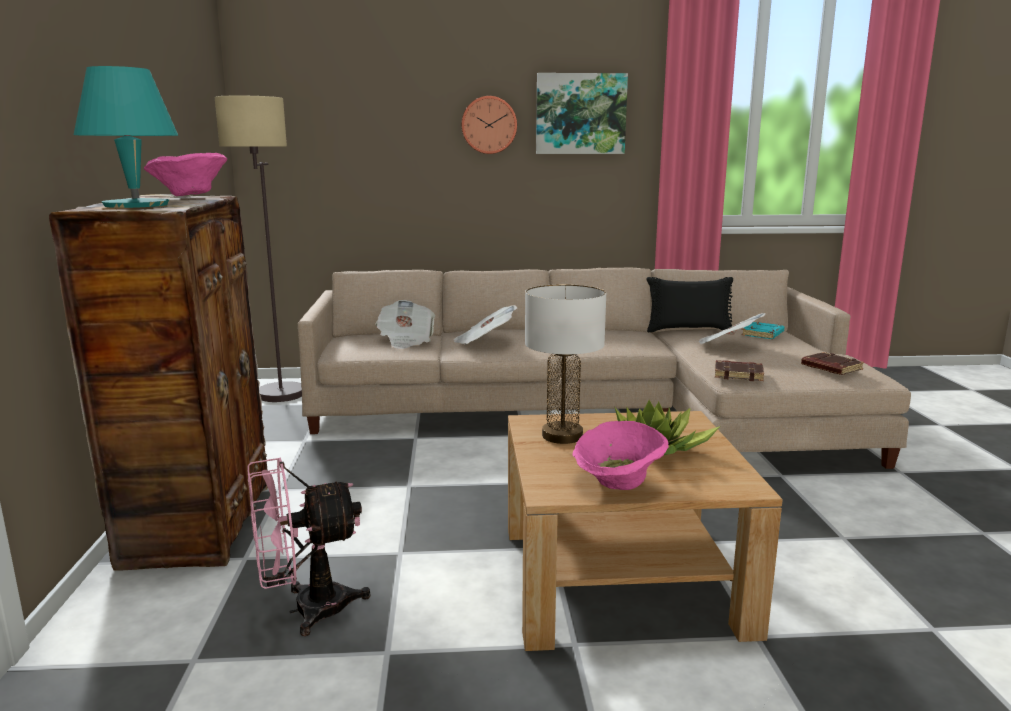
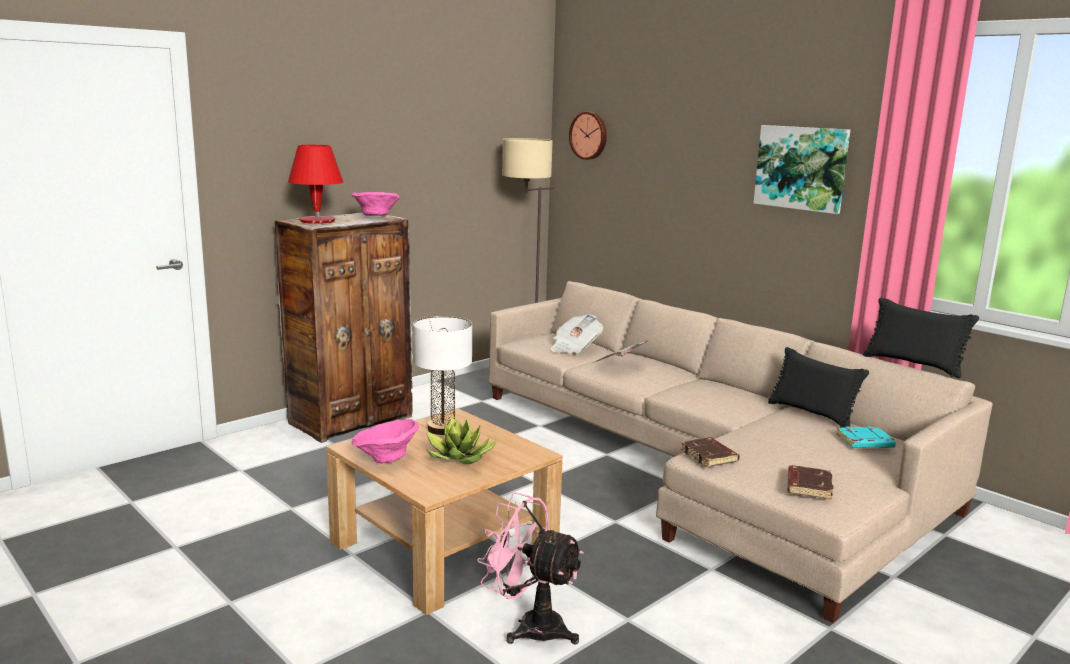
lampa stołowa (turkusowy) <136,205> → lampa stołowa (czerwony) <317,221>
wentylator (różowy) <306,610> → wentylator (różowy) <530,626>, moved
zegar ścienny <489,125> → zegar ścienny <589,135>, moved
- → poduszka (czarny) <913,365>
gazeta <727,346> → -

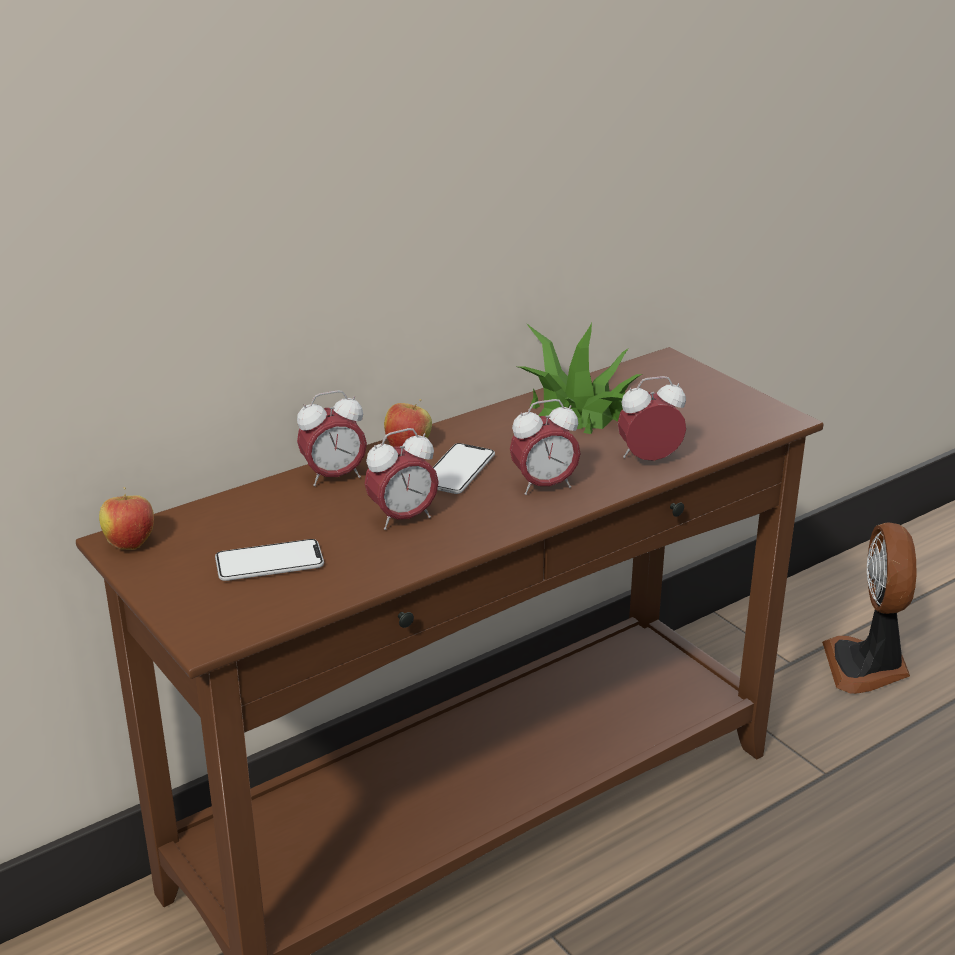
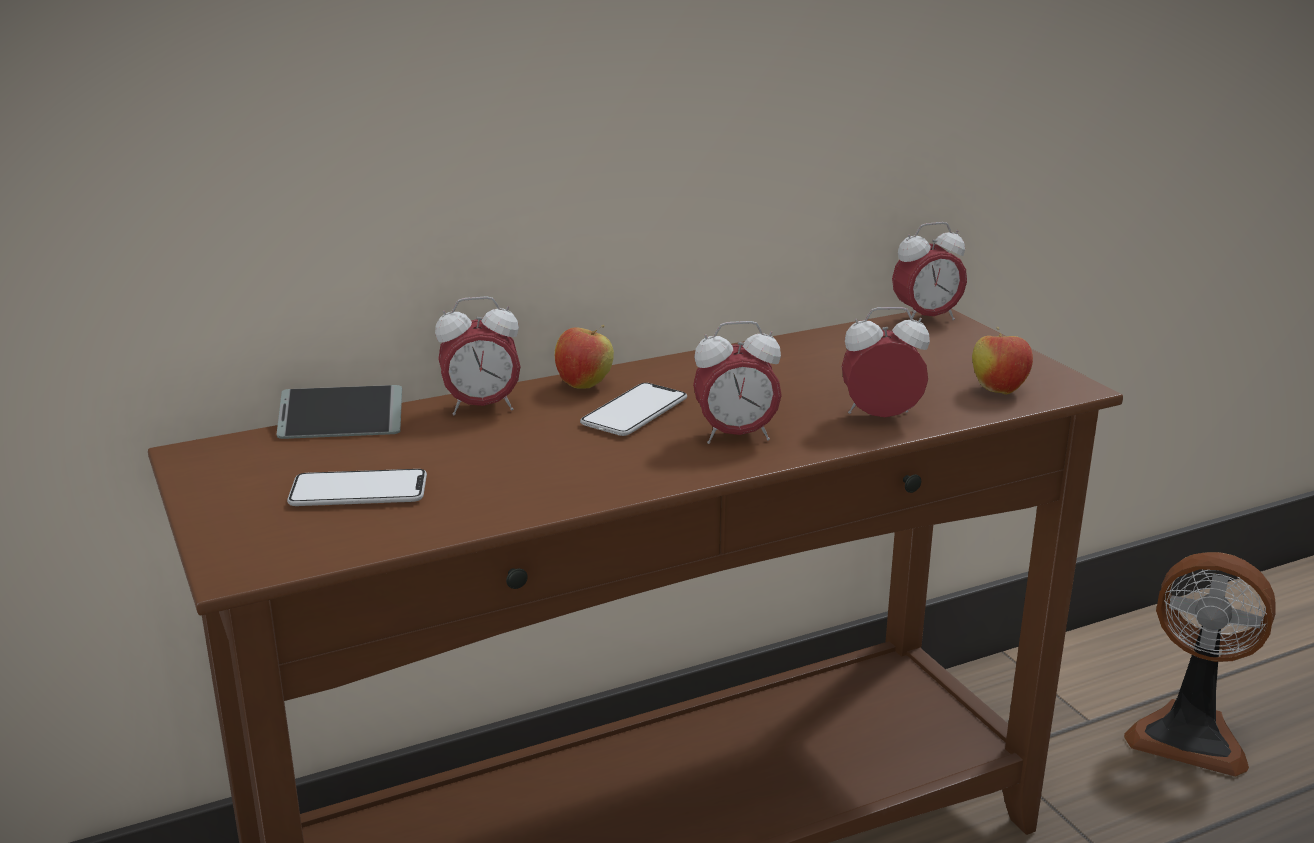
- → telefon <341,424>
budzik <402,518> → budzik <926,319>, moved
jabłko <130,544> → jabłko <998,390>, moved
wentylator <867,666> → wentylator <1189,736>, 75 degrees counterclockwise
roślina doniczkowa <579,409> → -

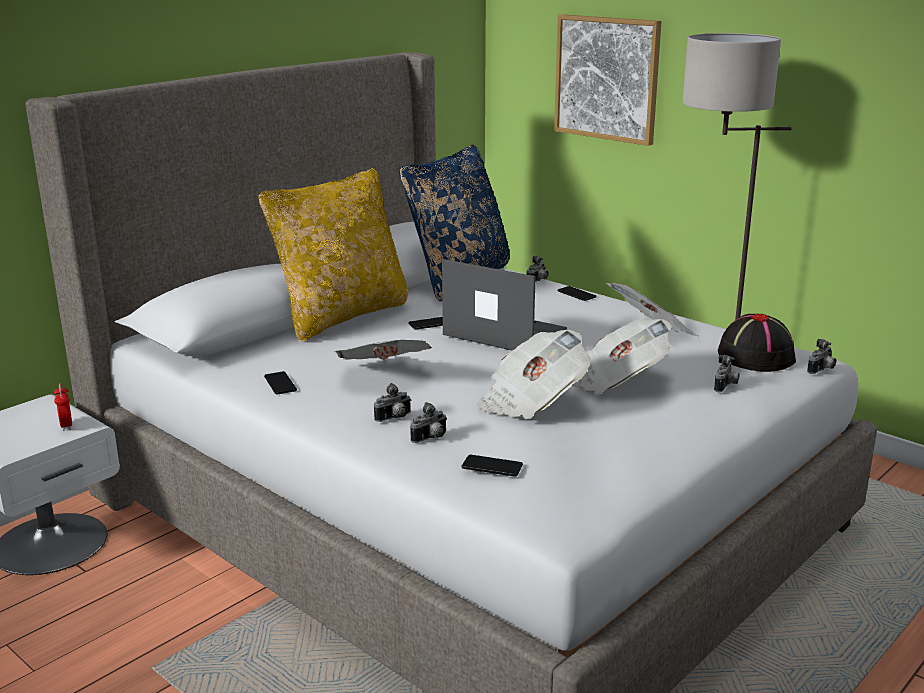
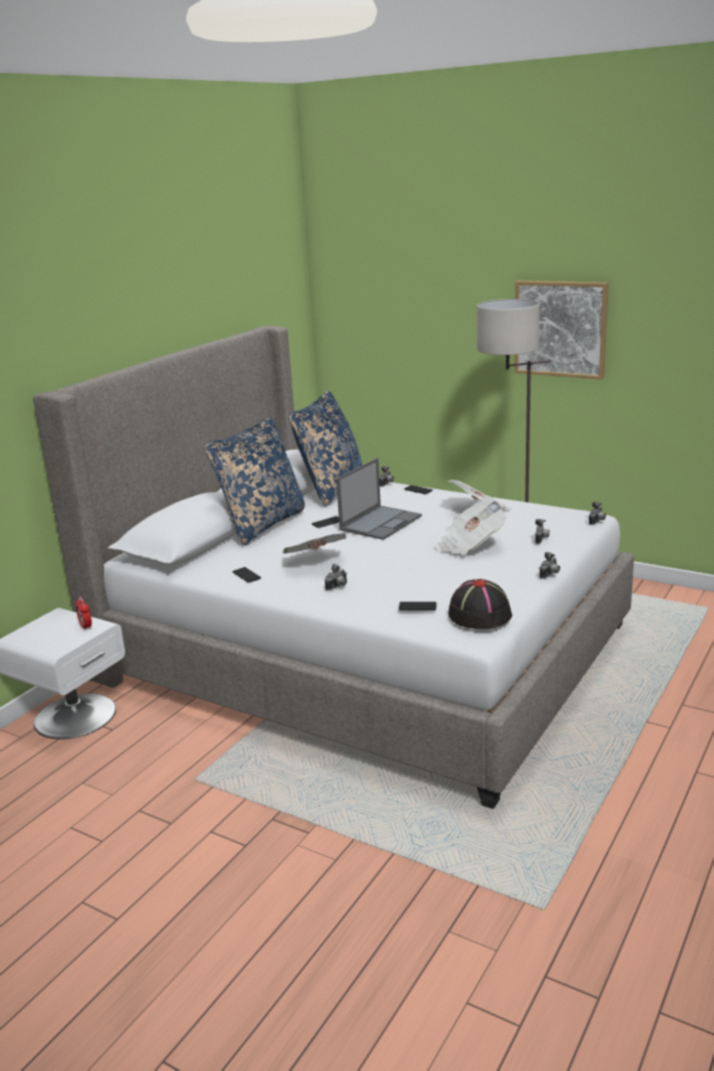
poduszka (żółty) <344,318> → poduszka (niebieski) <264,526>
laptop <503,332> → laptop <381,522>, 105 degrees clockwise
kapelusz (czarny) <755,356> → kapelusz (czarny) <479,614>, moved
obraz <607,78> → obraz <560,329>, moved
aparat fotograficzny <431,438> → aparat fotograficzny <550,575>, moved
gazeta <531,401> → -

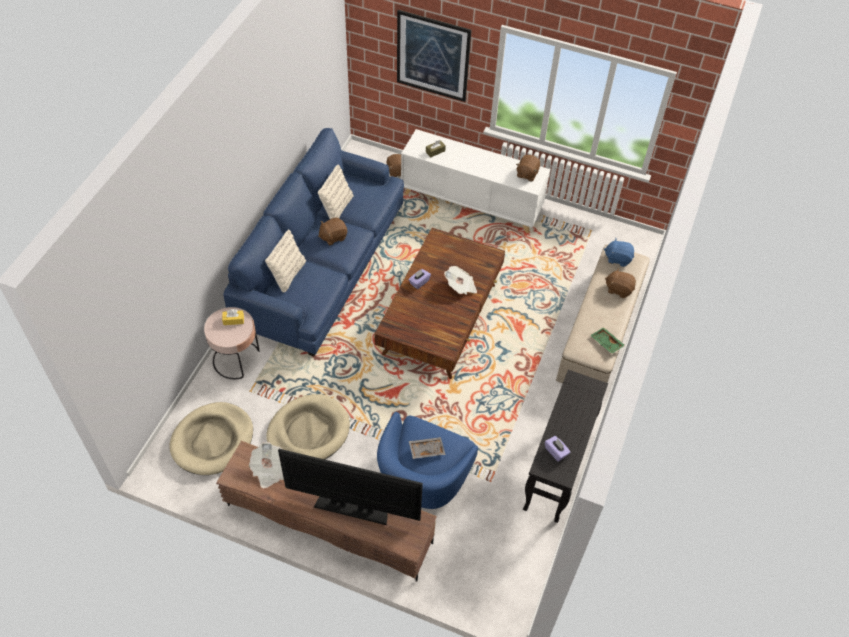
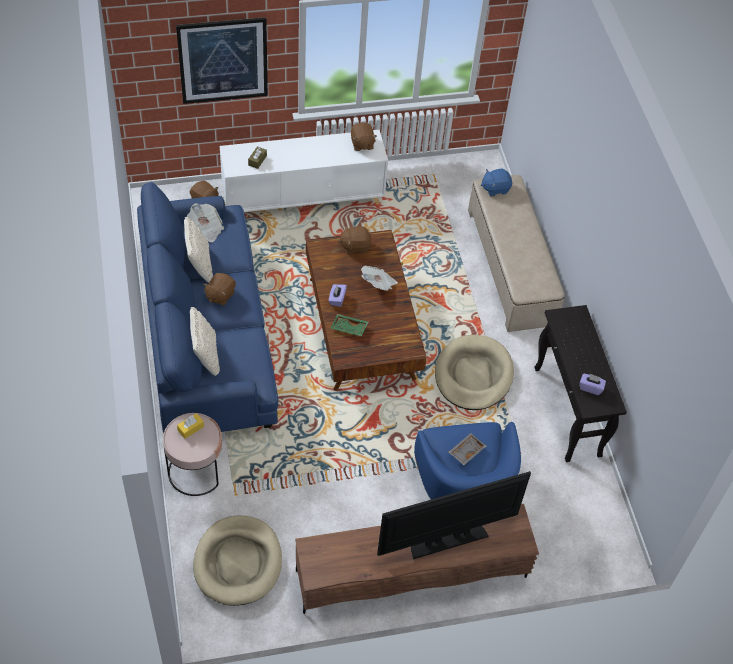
gazeta <269,470> → gazeta <206,229>, moved
taca (zielony) <606,343> → taca (zielony) <349,328>, moved
pluszak (brązowy) <619,289> → pluszak (brązowy) <355,246>, moved
legowisko (beżowy) <308,432> → legowisko (beżowy) <473,375>, moved

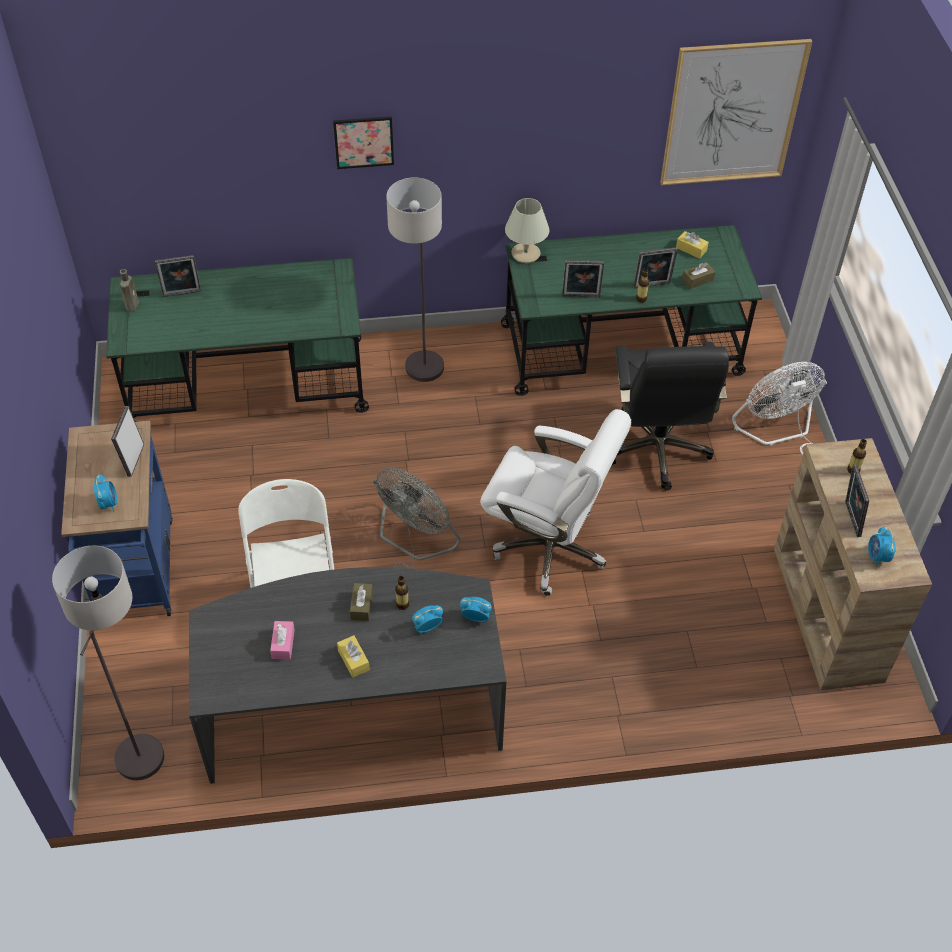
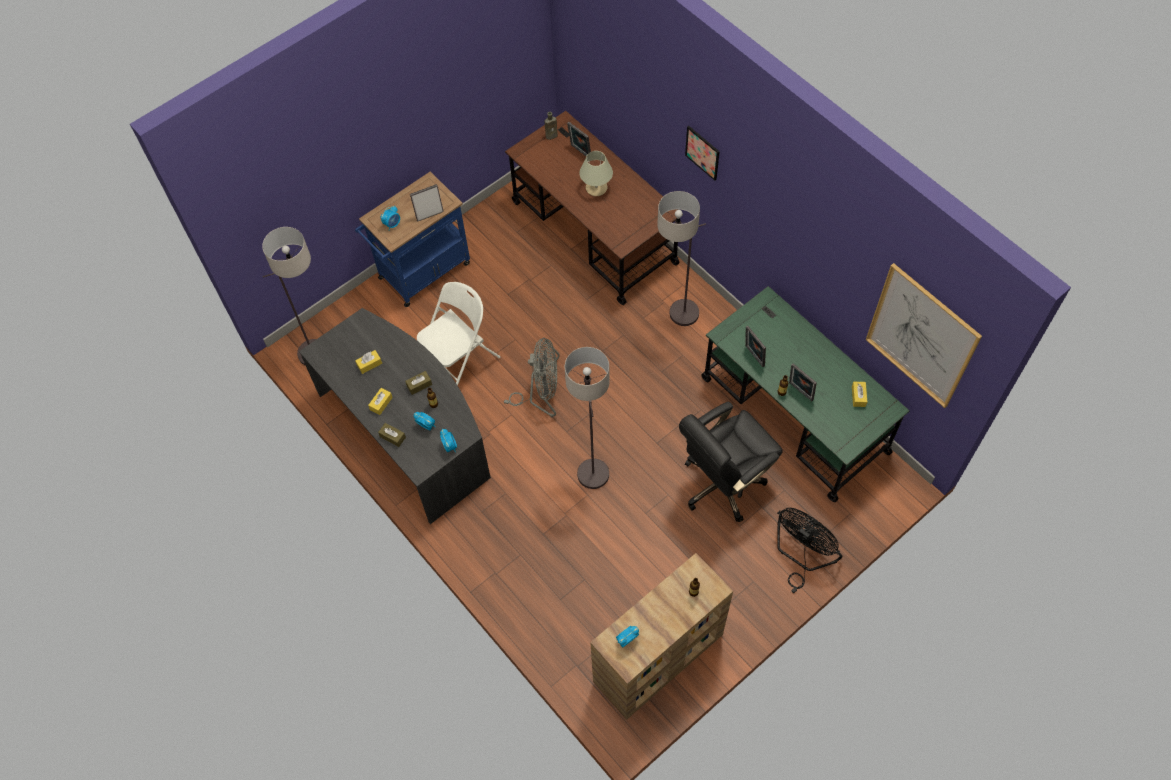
pudełko chusteczek (różowy) <283,644> → pudełko chusteczek (żółty) <369,364>
pudełko chusteczek (brązowy) <697,280> → pudełko chusteczek (brązowy) <392,437>, moved
biurko (zielony) <247,385> → biurko (brązowy) <594,232>
krzesło biurowe (biały) <547,547> → lampa stojąca (szary) <591,465>
lampa stołowa (beżowy) <526,254> → lampa stołowa (beżowy) <596,188>, moved
wentylator (biały) <783,431> → wentylator (czarny) <801,554>
ramka na zdjęcie <850,519> → -

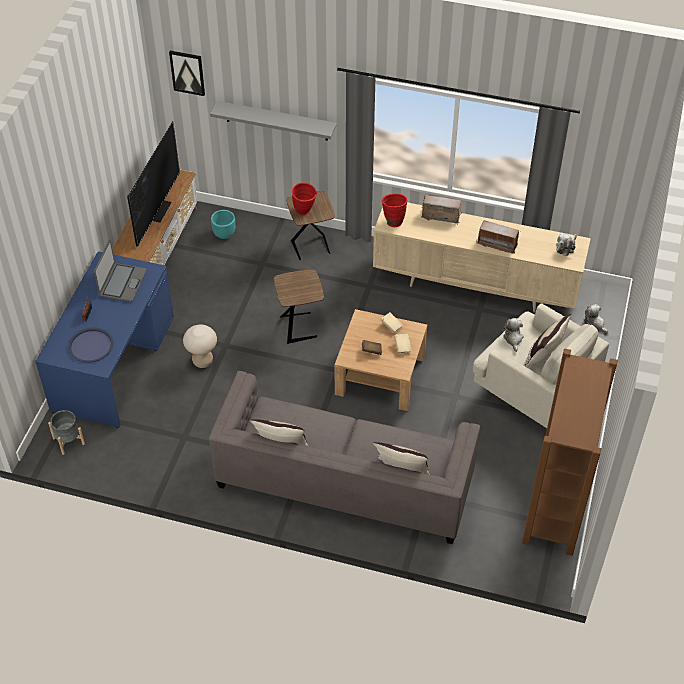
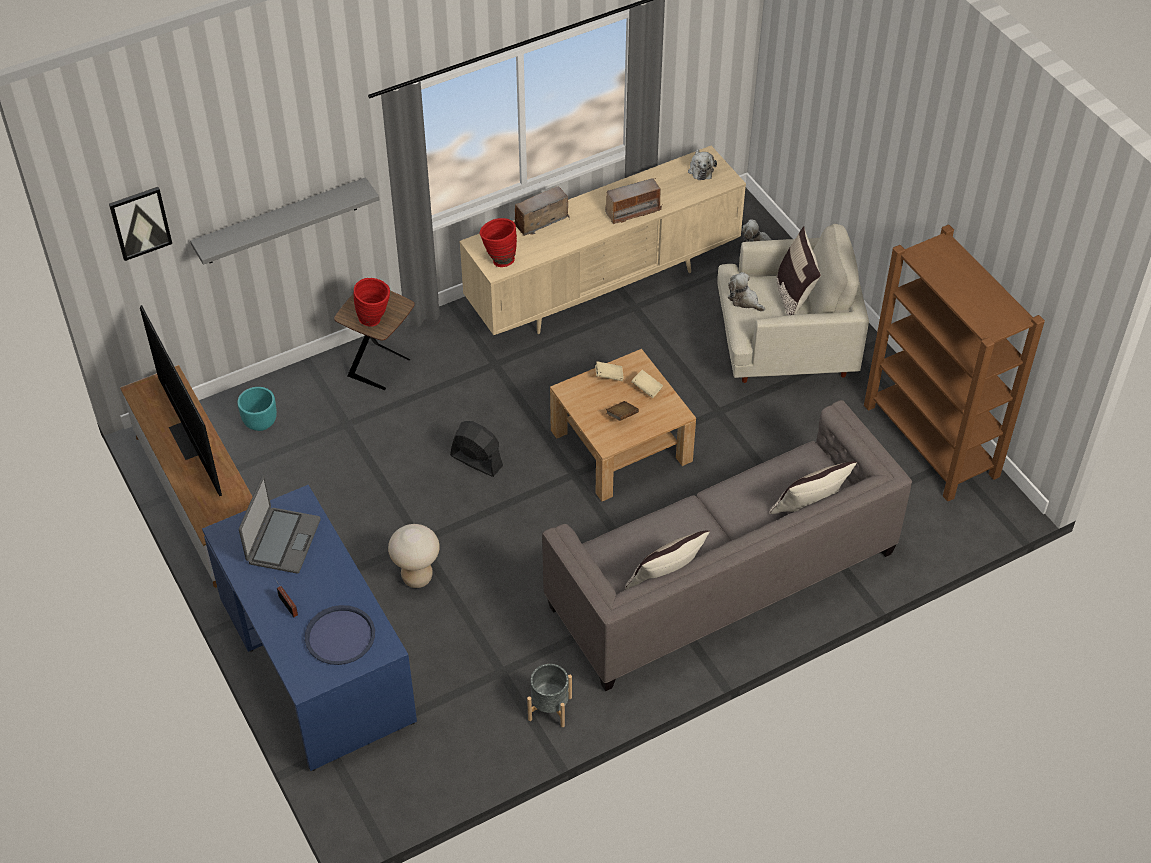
laptop <122,283> → laptop <283,541>, 45 degrees clockwise
stolik (brązowy) <299,327> → wentylator (czarny) <476,460>
donica (szary) <69,441> → donica (szary) <550,708>, moved

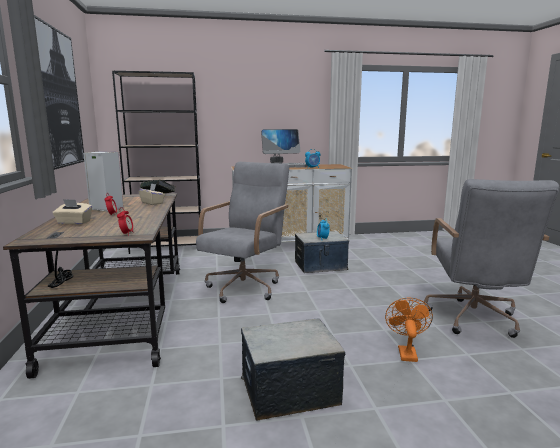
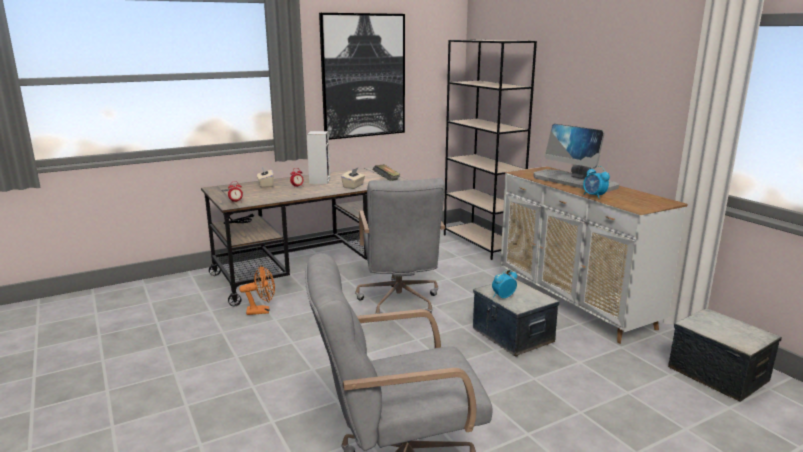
wentylator (pomarańczowy) <406,352> → wentylator (pomarańczowy) <262,311>, moved
krzesło biurowe (szary) <245,288> → krzesło biurowe (szary) <399,305>, 75 degrees clockwise
pojemnik do przechowywania <289,390> → pojemnik do przechowywania <718,374>, moved

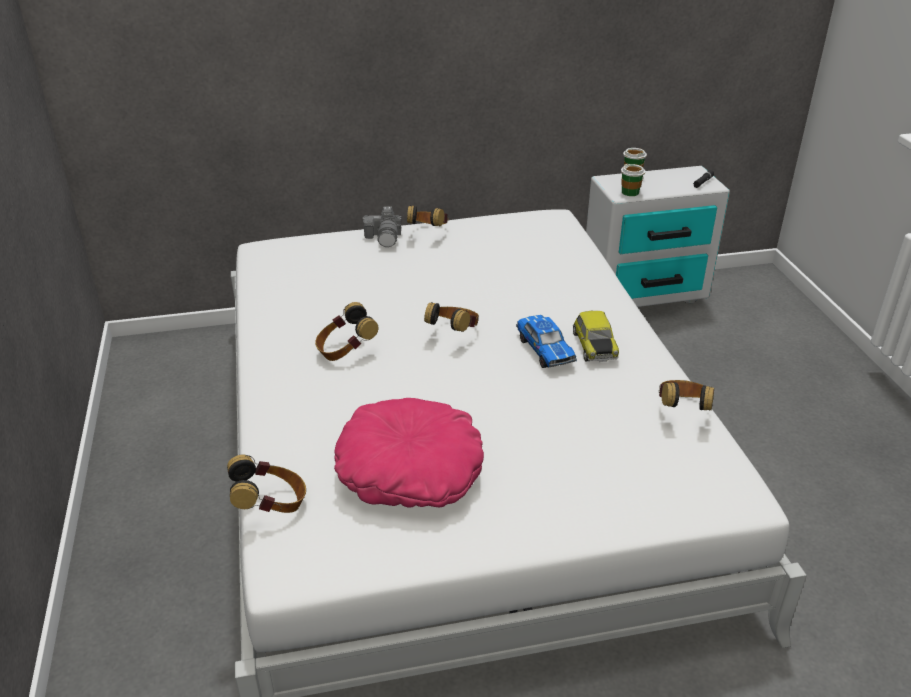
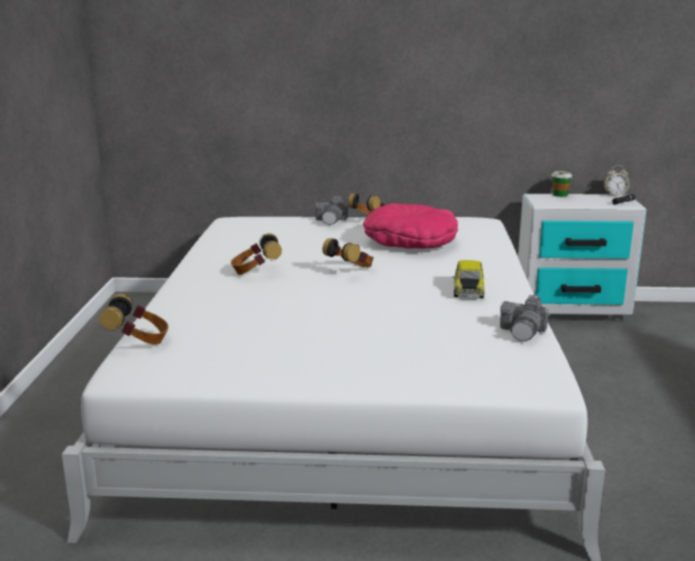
poduszka (różowy) <411,468> → poduszka (różowy) <411,241>, moved
słuchawki <682,411> → aparat fotograficzny <523,331>
- → budzik <615,195>
samochodzik <544,349> → -
filiżanka <630,192> → -

